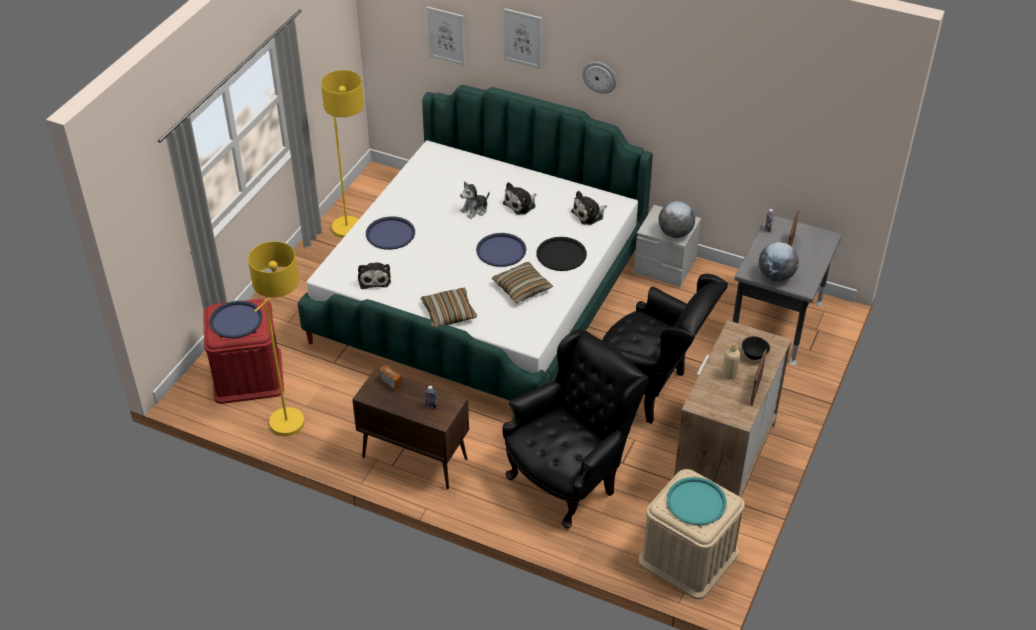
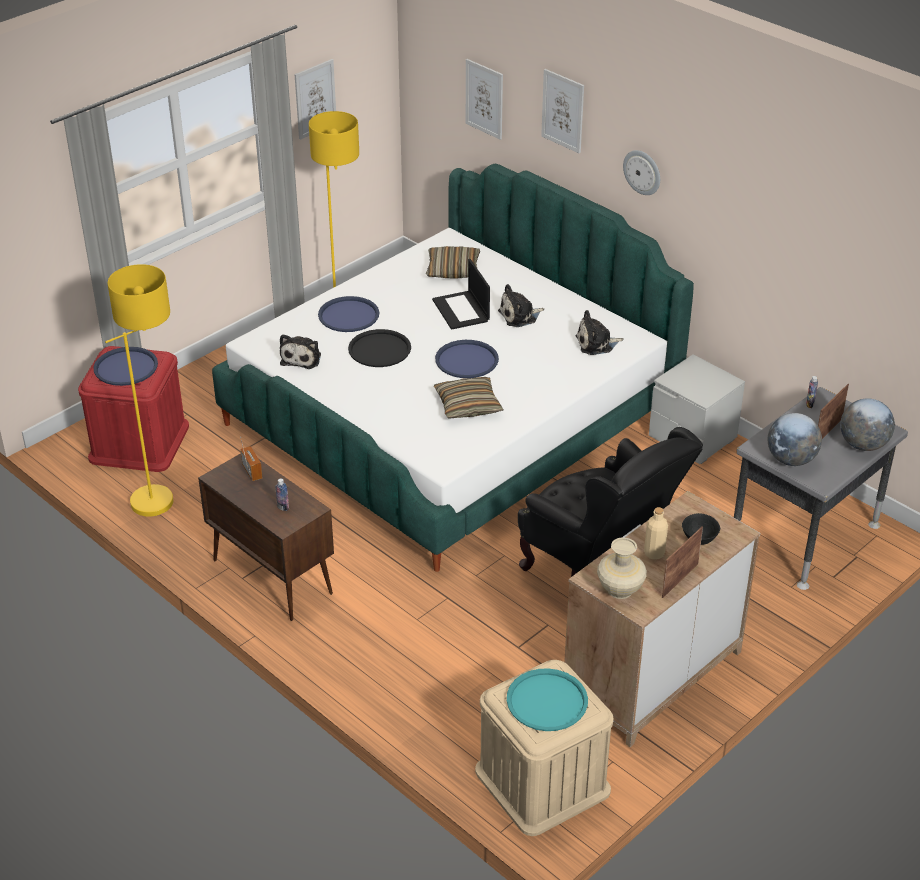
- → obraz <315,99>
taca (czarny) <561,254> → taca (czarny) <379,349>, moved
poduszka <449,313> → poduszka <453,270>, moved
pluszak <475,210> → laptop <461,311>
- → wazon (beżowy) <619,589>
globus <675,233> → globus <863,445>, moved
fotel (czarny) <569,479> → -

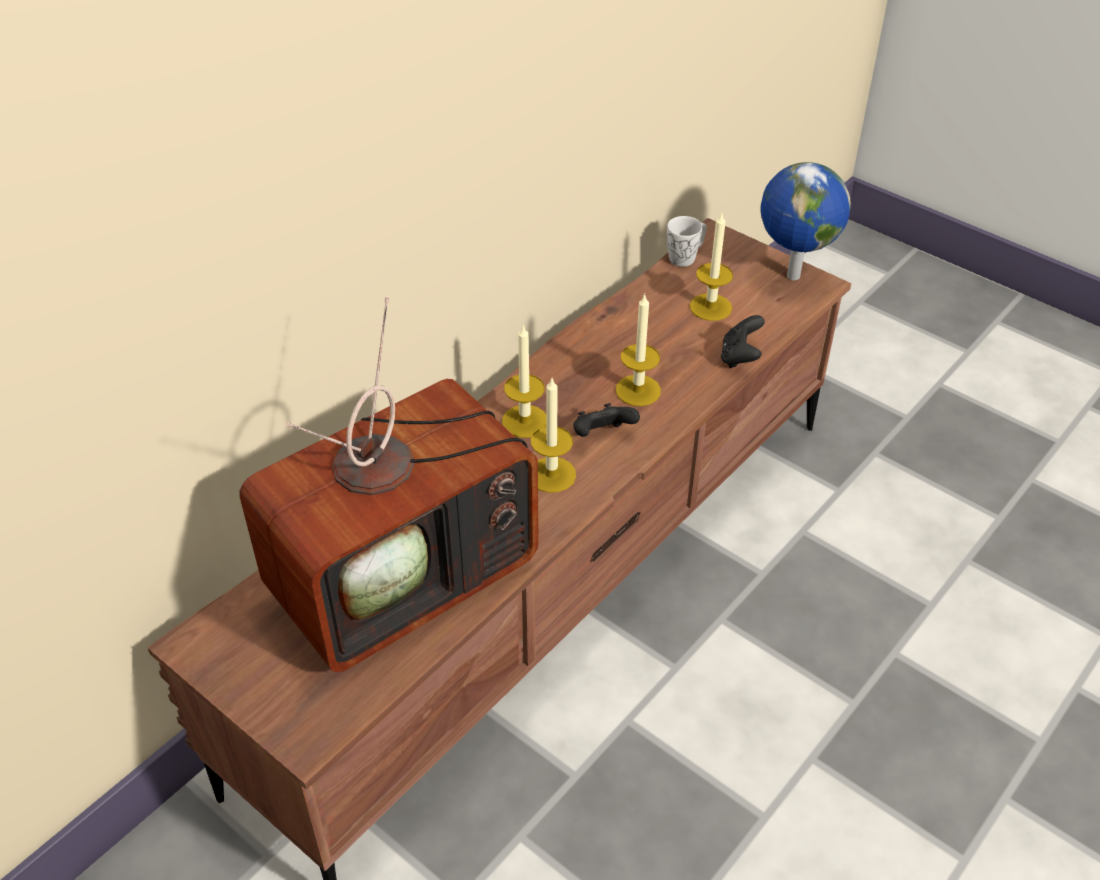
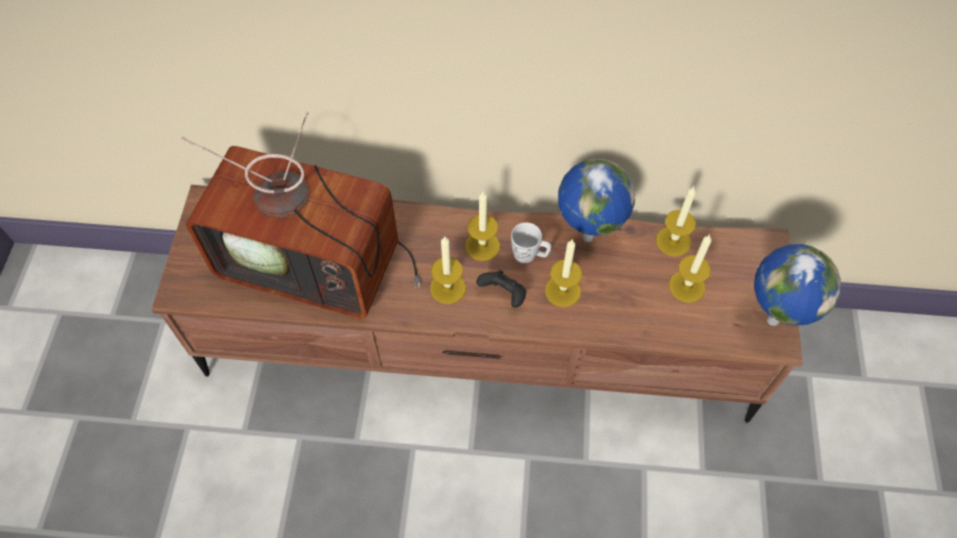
kubek (biały) <686,257> → kubek (biały) <529,255>, moved
- → globus <586,237>
- → świeca <673,241>
pad do gier (czarny) <740,357> → -

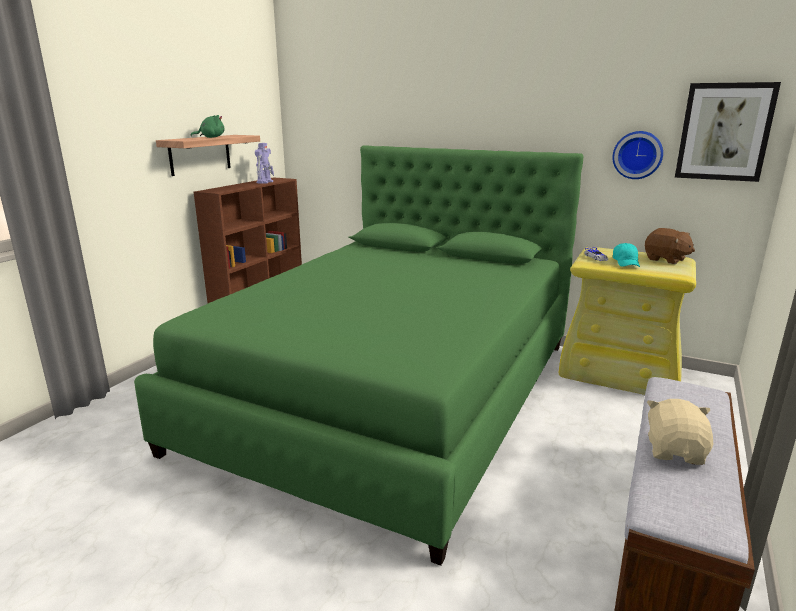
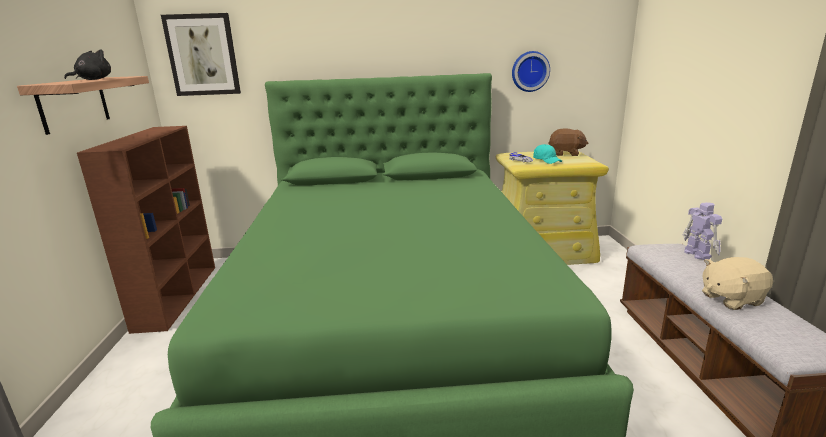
pluszak (zielony) <211,137> → pluszak (czarny) <92,79>
obraz <724,132> → obraz <203,55>, moved
robot zabawkowy <265,182> → robot zabawkowy <697,254>, moved
pluszak (beżowy) <675,451> → pluszak (beżowy) <730,298>, 90 degrees counterclockwise

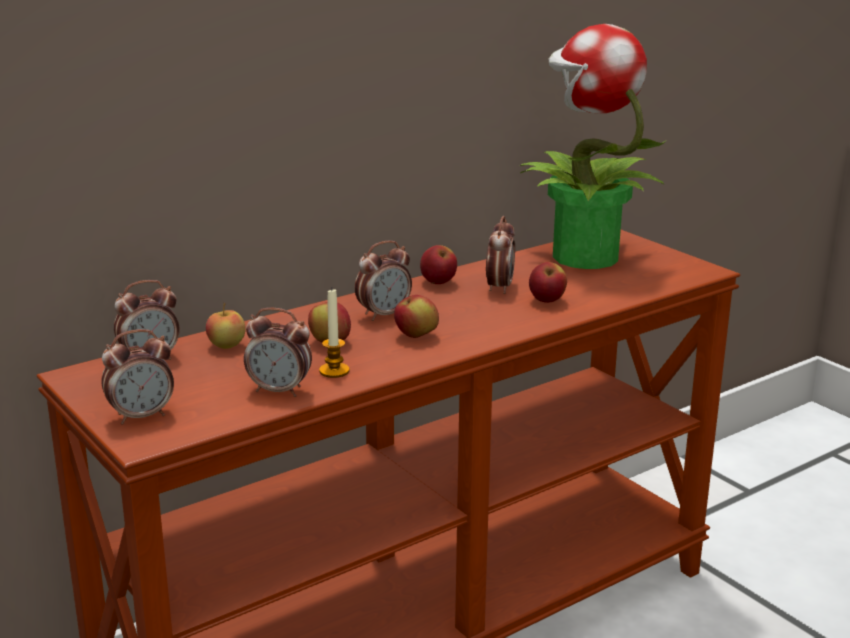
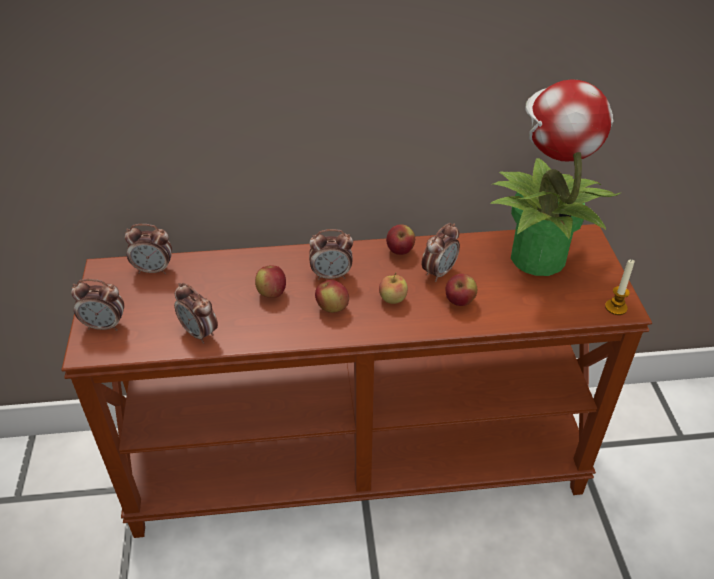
jabłko <226,345> → jabłko <392,299>, moved
świeca <334,371> → świeca <616,307>, moved

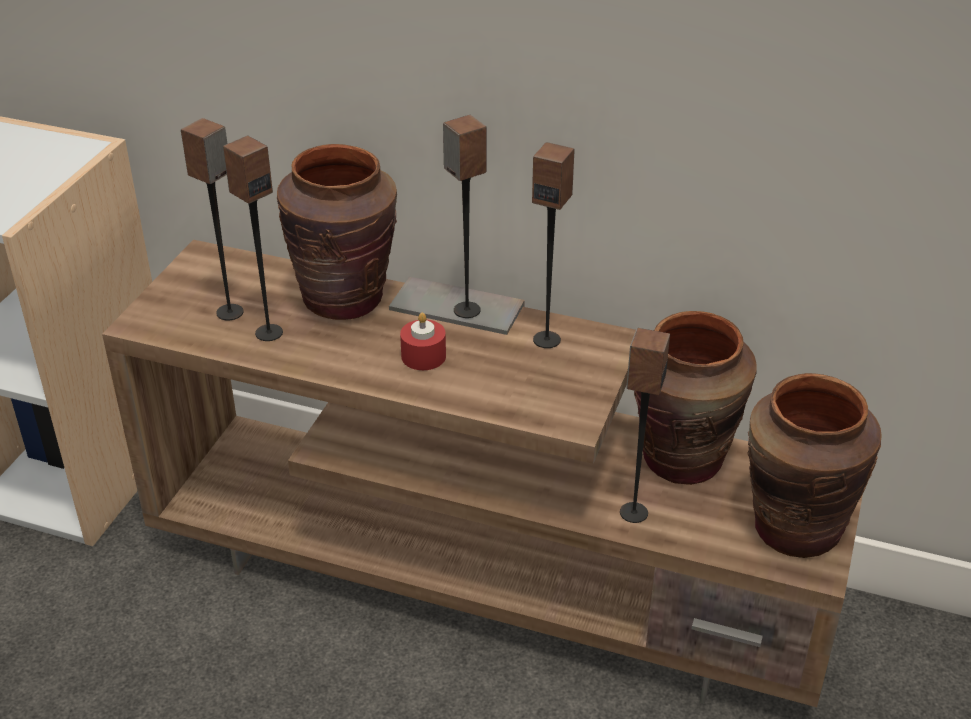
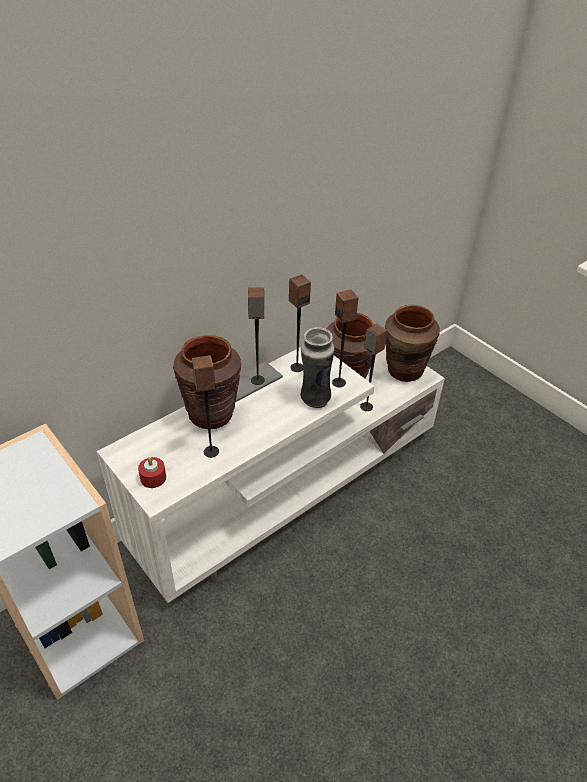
szafka pod telewizor (brązowy) <489,577> → szafka pod telewizor (biały) <291,488>
świeca (czerwony) <423,356> → świeca (czerwony) <153,478>, moved
- → wazon <314,399>
głośnik <230,313> → głośnik <339,382>, moved

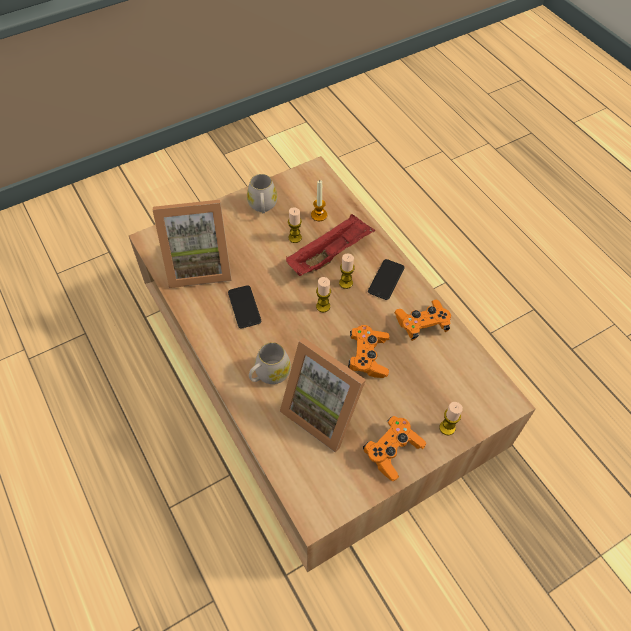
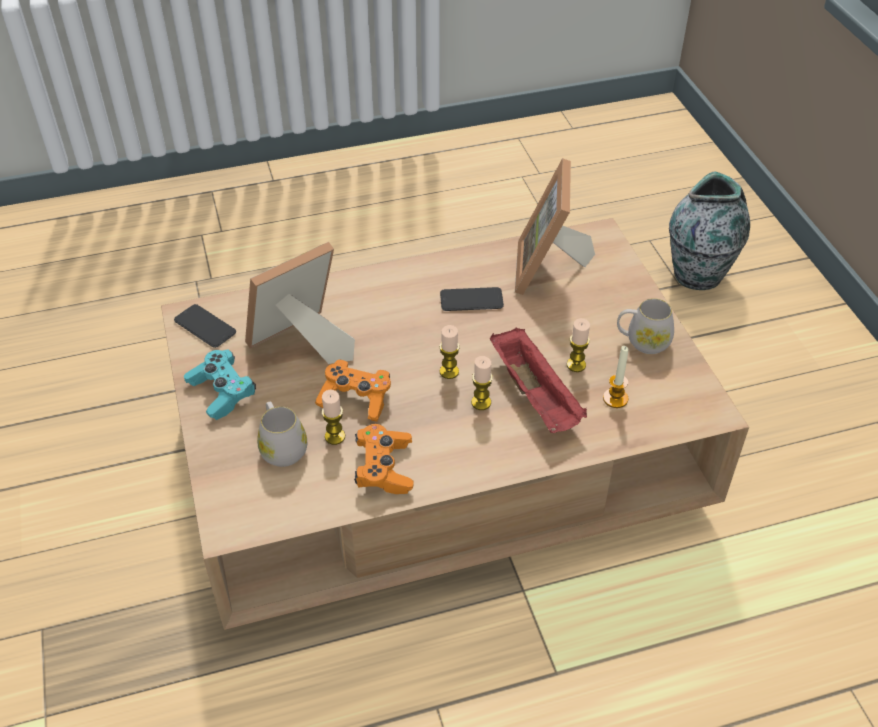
telefon <386,280> → telefon <205,327>, moved
pad do gier (pomarańczowy) <392,451> → pad do gier (turkusowy) <222,392>
kubek (biały) <269,374> → kubek (biały) <282,447>, moved
świeca <447,428> → świeca <335,436>, moved
- → wazon <698,274>

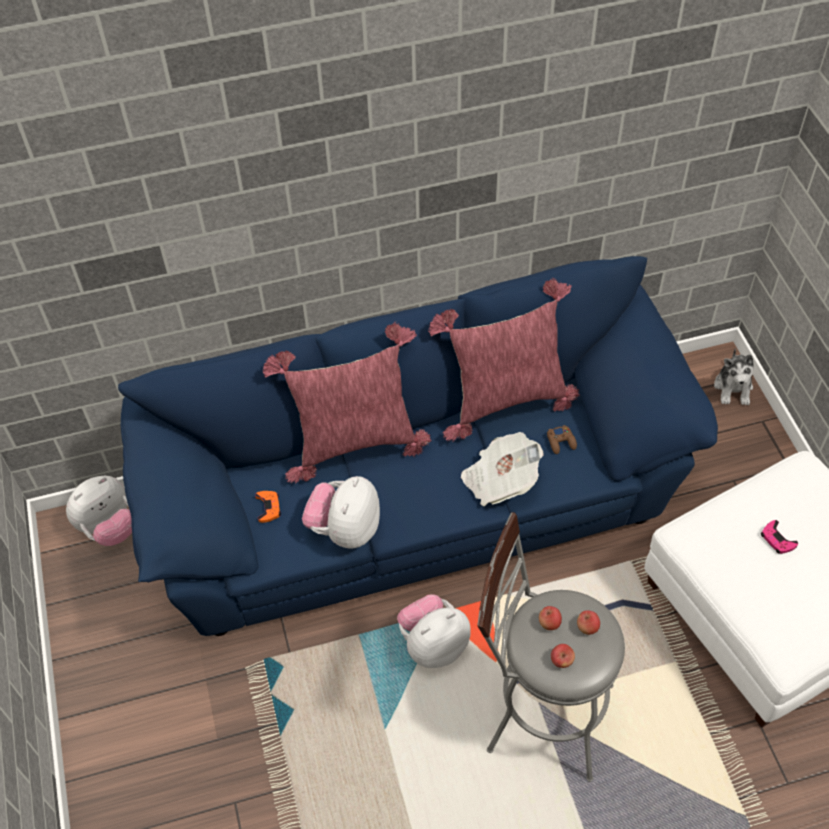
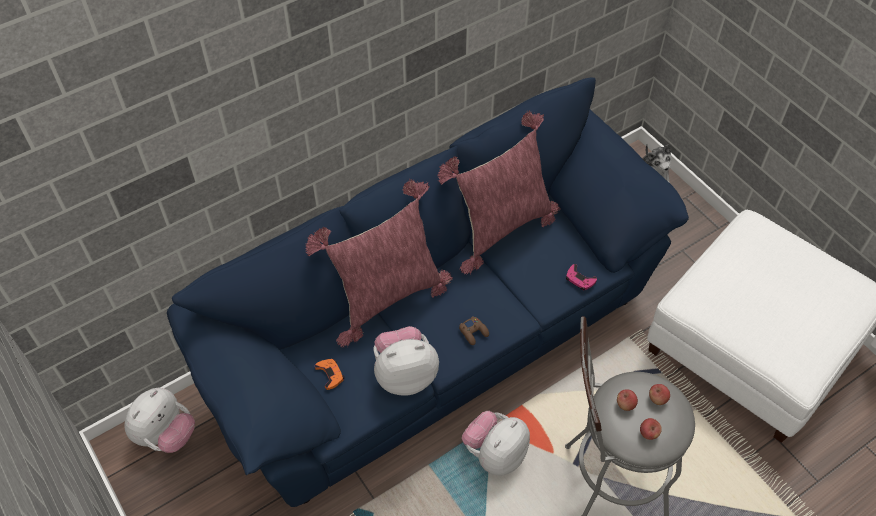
pluszak <345,529> → pluszak <405,375>, 75 degrees clockwise
pad do gier (brązowy) <561,442> → pad do gier (brązowy) <474,332>, moved
pad do gier (różowy) <777,539> → pad do gier (różowy) <579,279>, moved
gazeta <500,480> → -

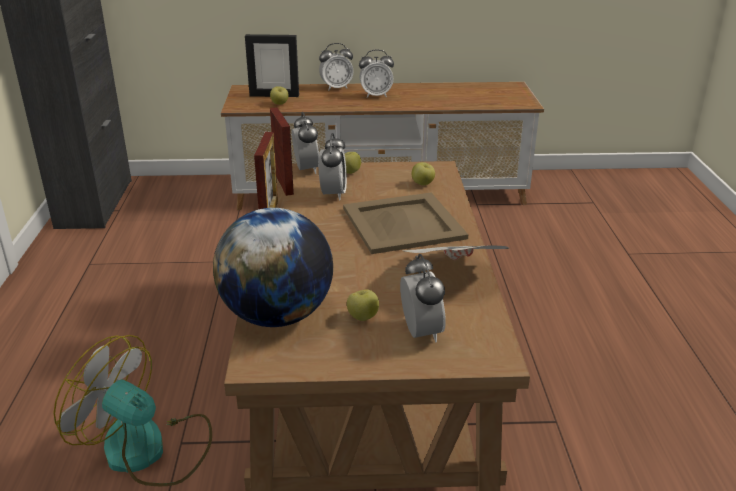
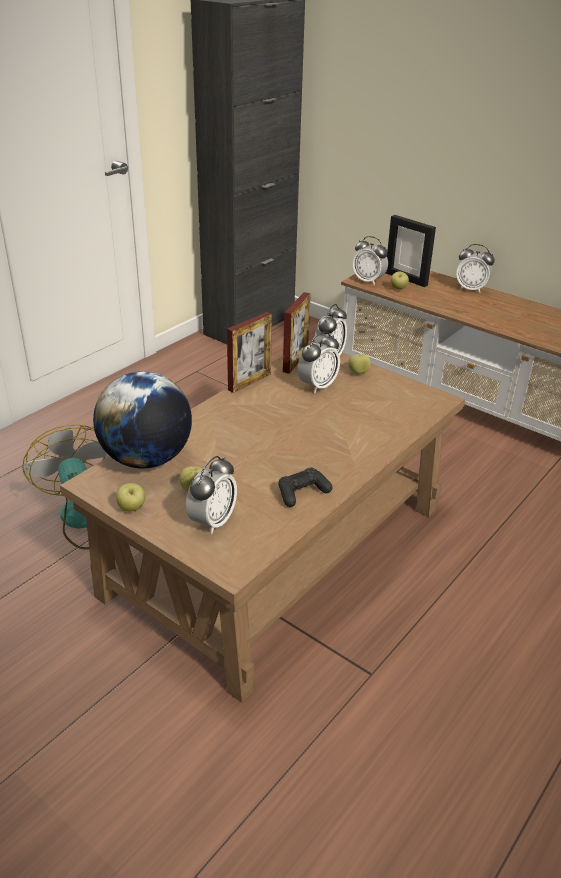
jabłko <423,184> → jabłko <132,508>, moved
gazeta <452,275> → pad do gier (czarny) <302,493>
budzik <376,95> → budzik <368,281>, moved
taca (beżowy) <403,222> → -

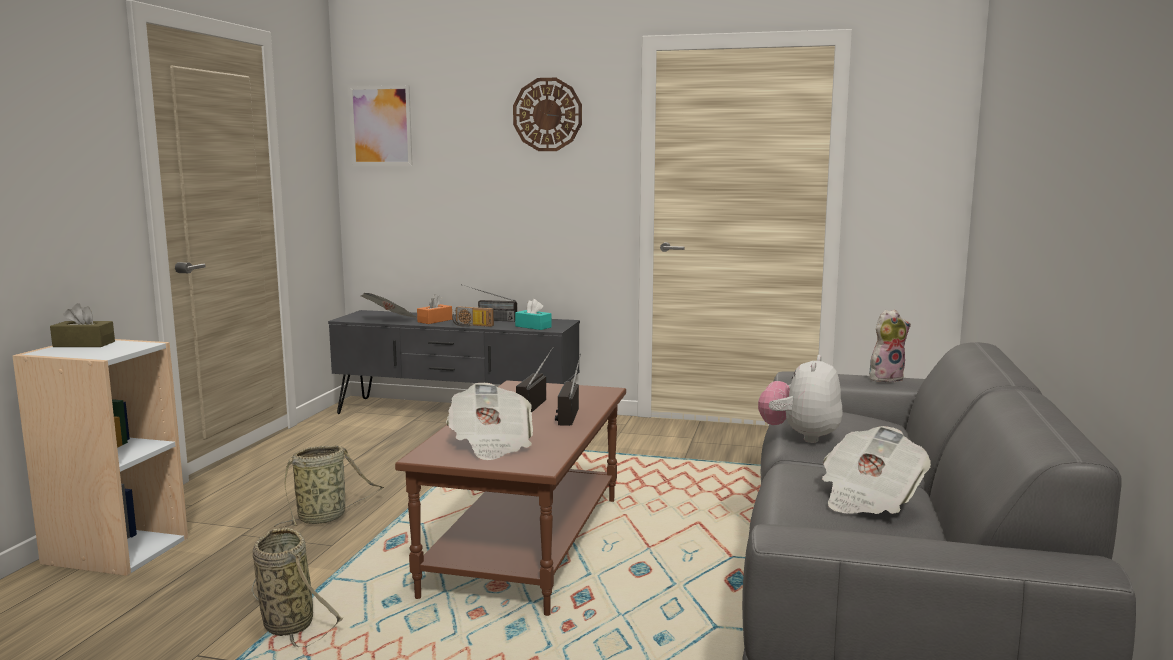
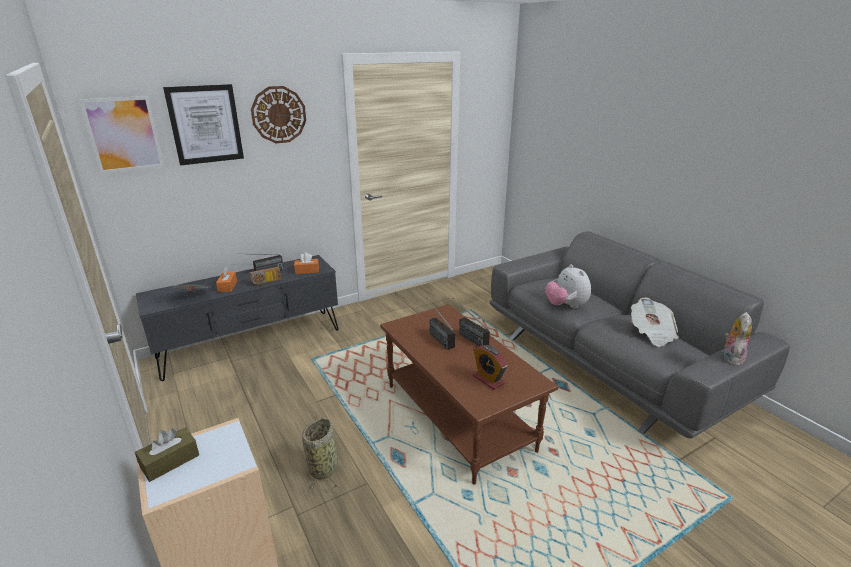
- → obraz <205,124>
pudełko chusteczek (turkusowy) <533,327> → pudełko chusteczek (pomarańczowy) <307,270>
gazeta <491,444> → budzik <488,380>
pluszak <886,378> → pluszak <731,357>, moved
koszyk <286,623> → -

